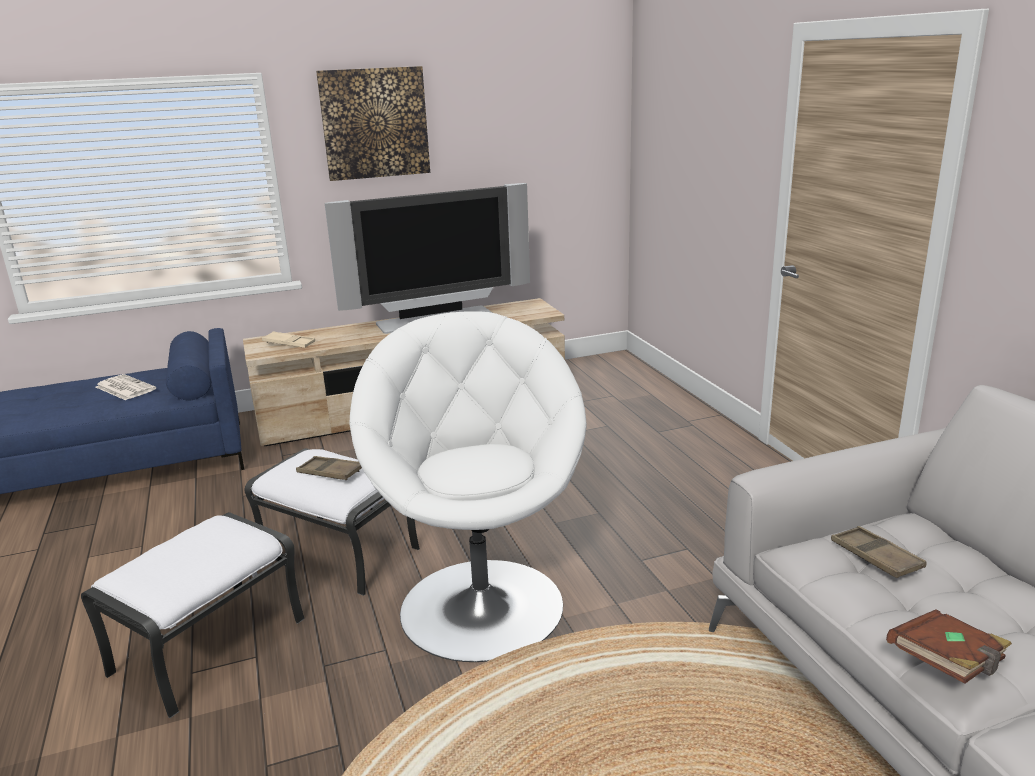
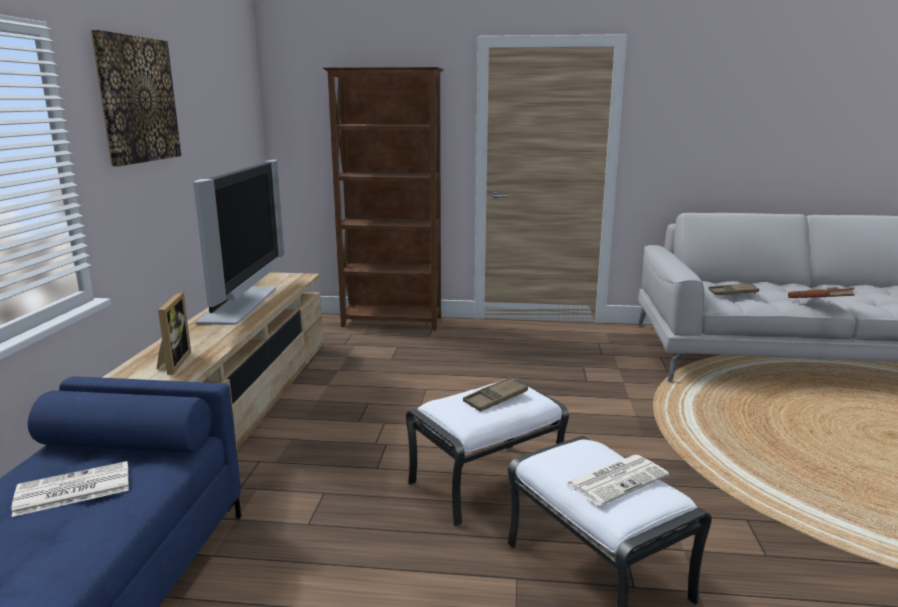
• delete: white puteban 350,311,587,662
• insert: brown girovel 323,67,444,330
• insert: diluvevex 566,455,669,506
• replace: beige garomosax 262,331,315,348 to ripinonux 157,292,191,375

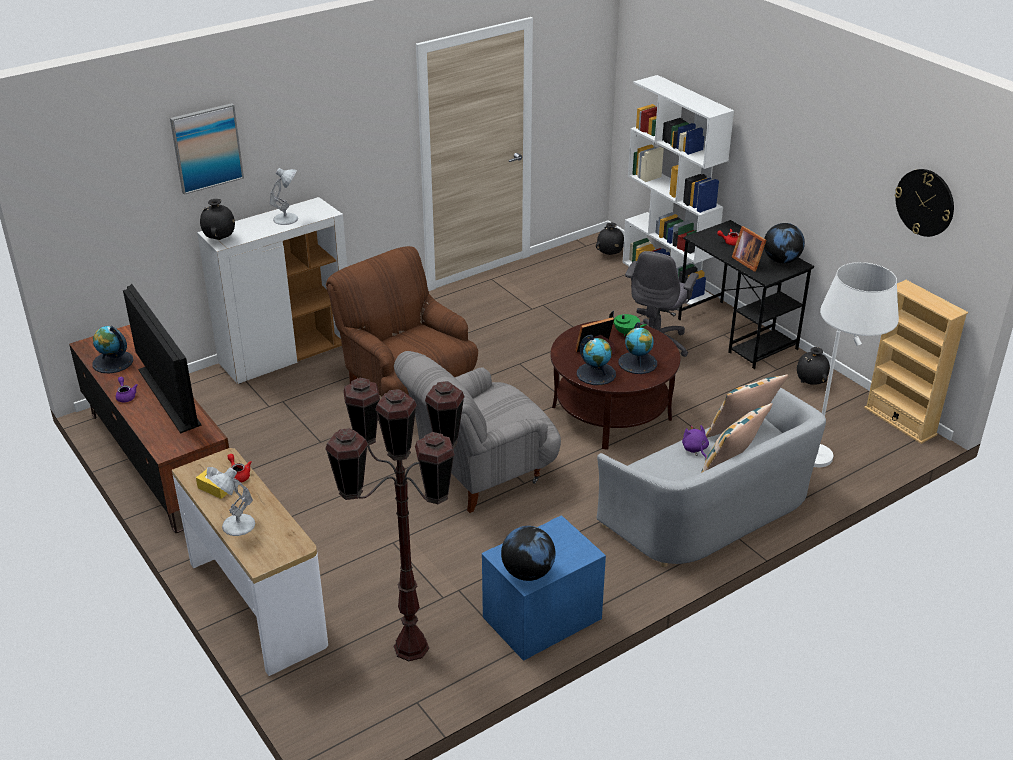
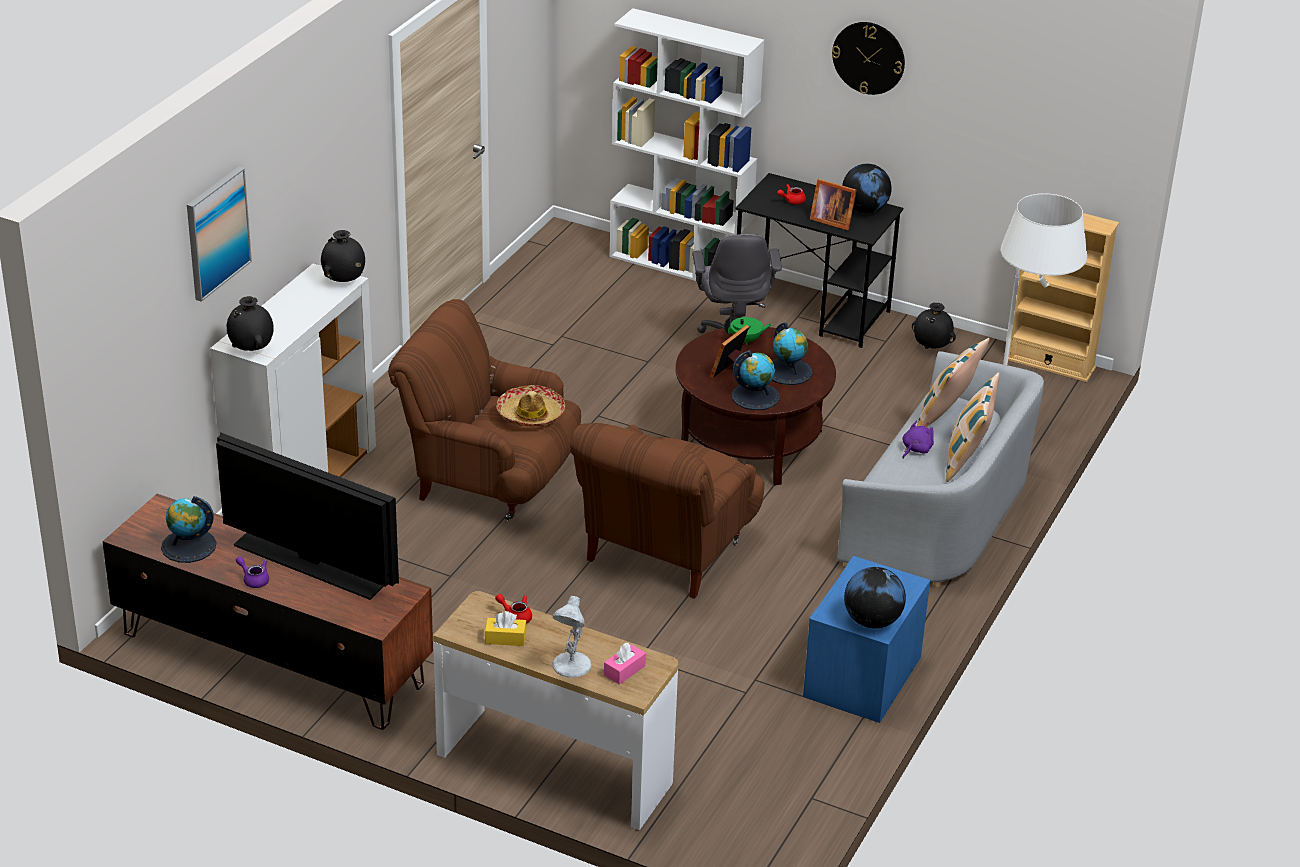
• delete: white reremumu 270,168,298,225
• delete: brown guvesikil 325,378,465,661
• insert: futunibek 497,385,565,426
• insert: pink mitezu 604,643,646,685
• move: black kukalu 596,223,624,255 to 321,230,365,282
• move: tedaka 895,169,954,237 to 832,22,905,95
• recolor: grey puteban 394,351,561,513 to brown puteban 570,423,765,599
• rotate: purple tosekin 682,425,709,458 = 902,420,934,458 90 degrees clockwise

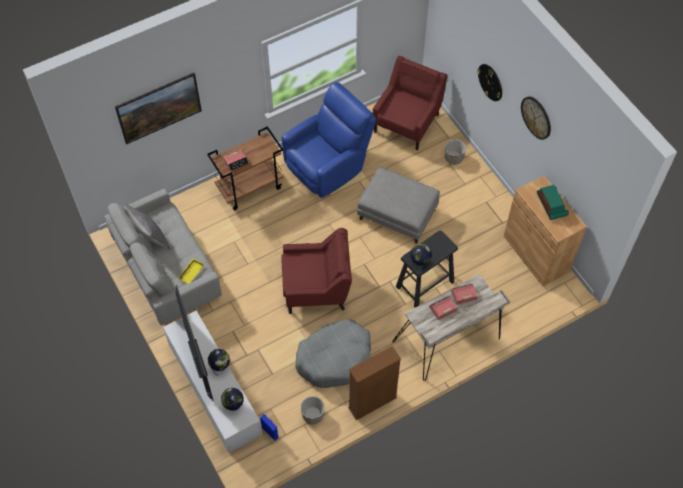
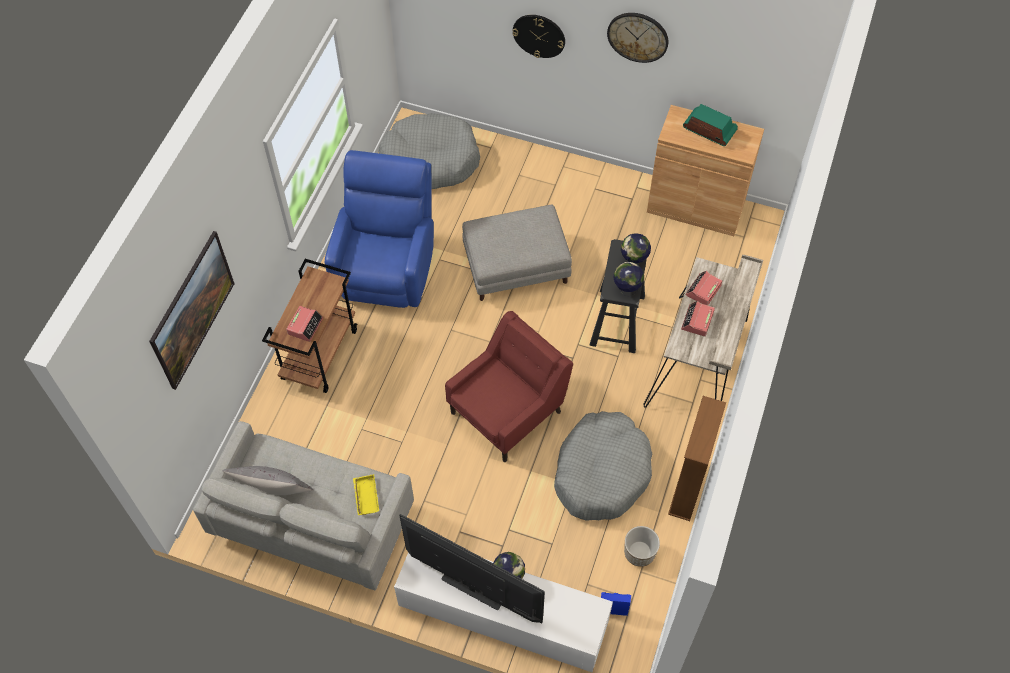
• delete: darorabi 445,139,466,165
• move: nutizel 221,388,244,411 to 621,233,651,265
• replace: red puteban 373,56,447,150 to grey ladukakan 378,113,480,189

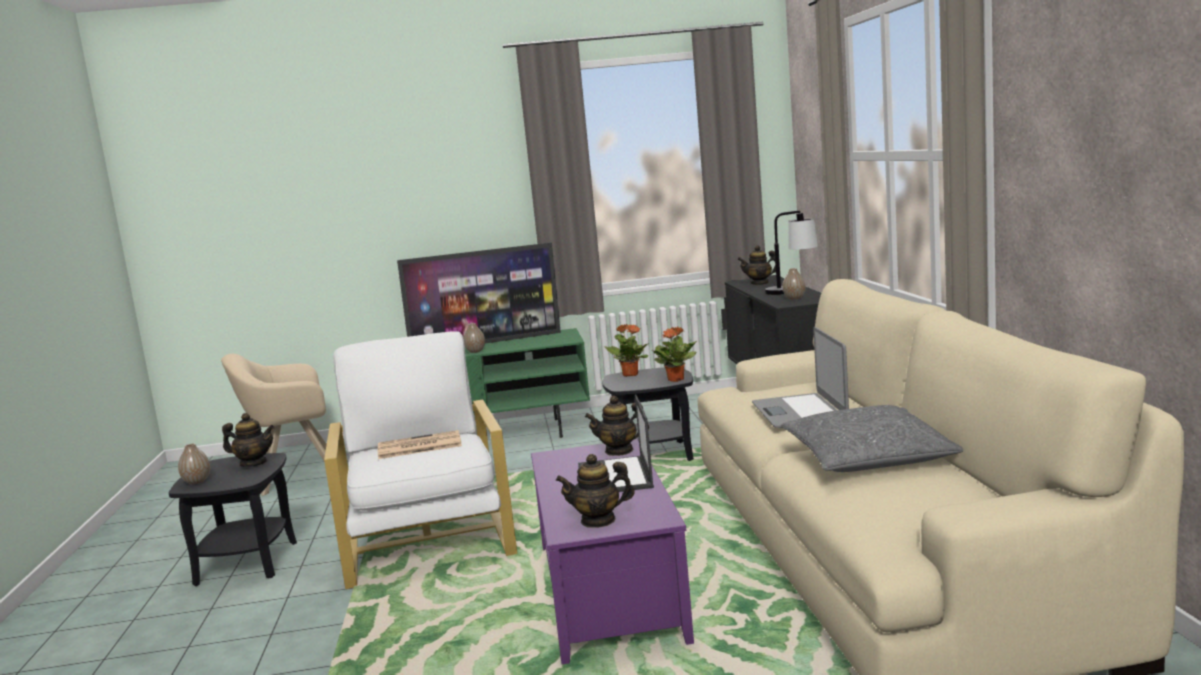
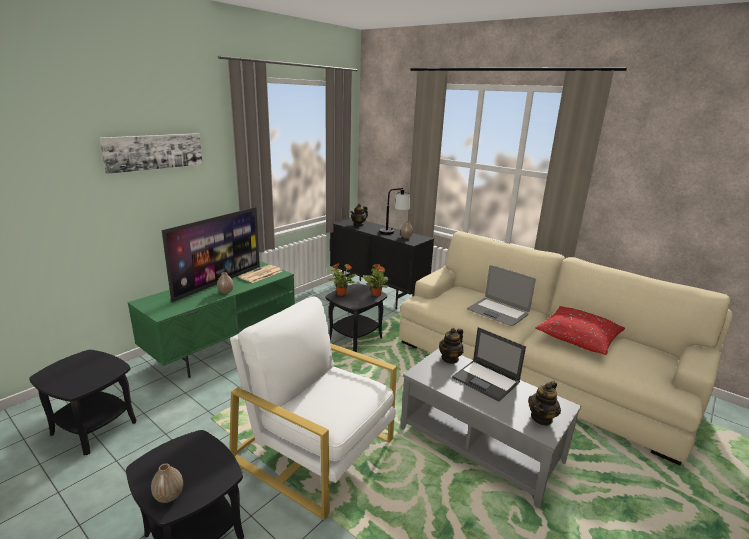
• delete: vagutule 222,413,274,467
• insert: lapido 99,133,203,174
• move: diluvevex 378,430,462,459 to 238,265,282,283
• replace: beige puteban 221,354,327,496 to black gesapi 29,350,136,455
• recolor: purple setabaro 531,439,694,664 to grey setabaro 401,348,581,509
• recolor: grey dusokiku 781,405,963,472 to red dusokiku 535,306,625,355

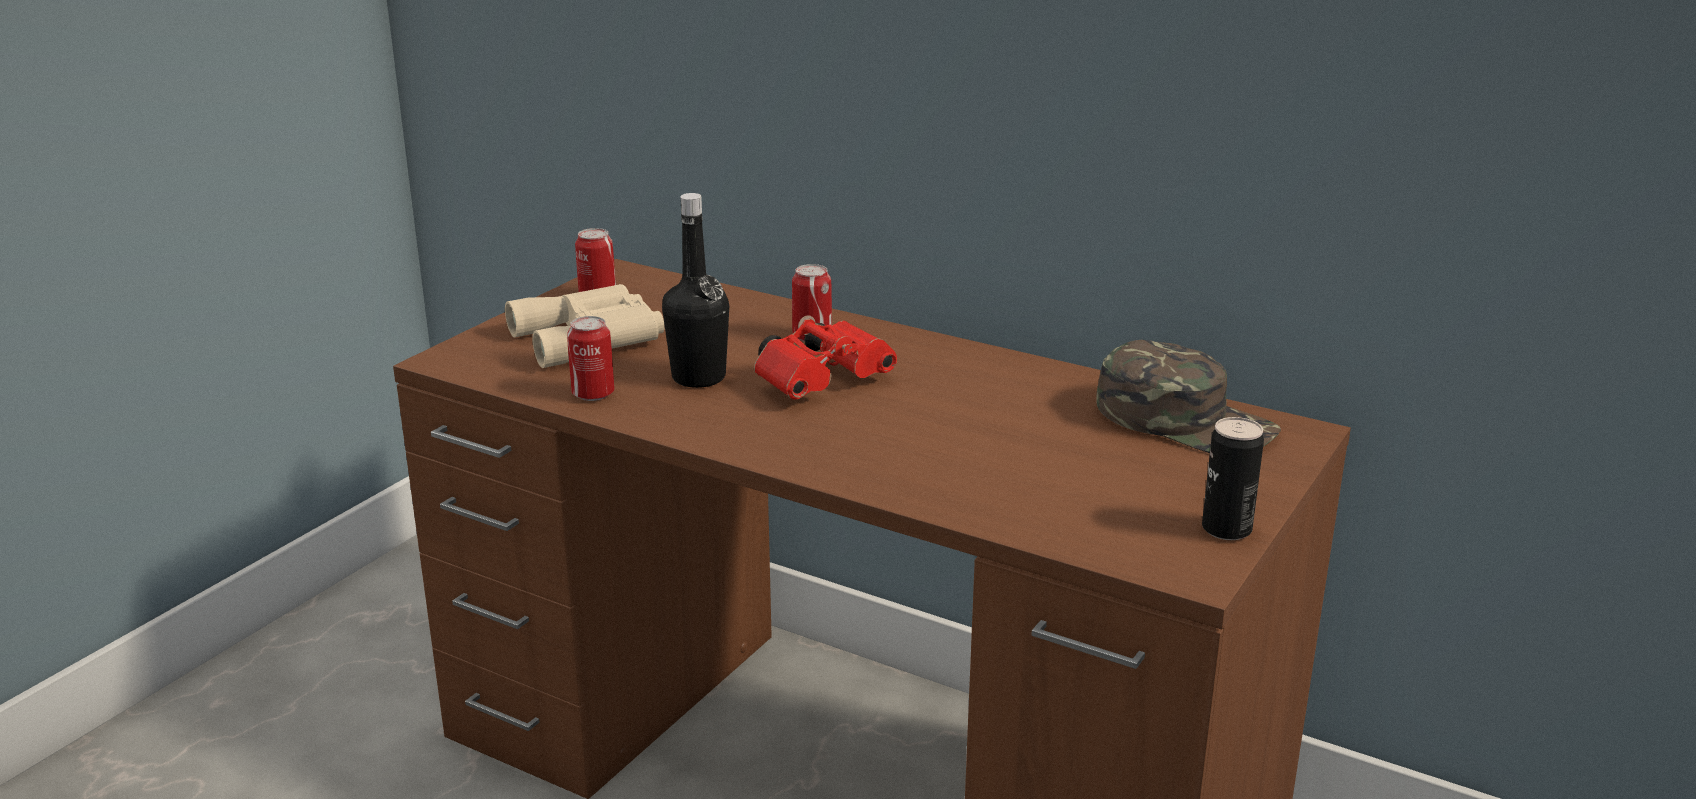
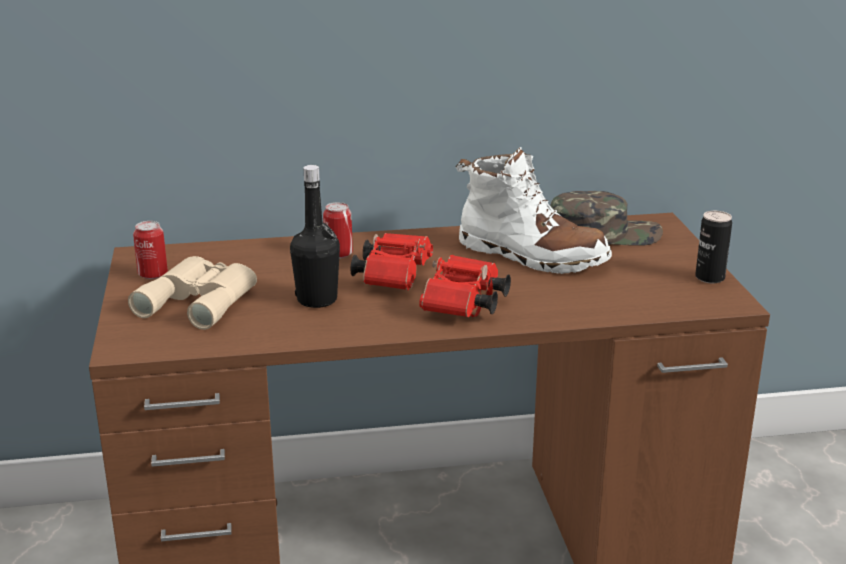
• delete: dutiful 567,316,614,401
• insert: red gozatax 419,255,511,317
• insert: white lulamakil 455,147,612,274

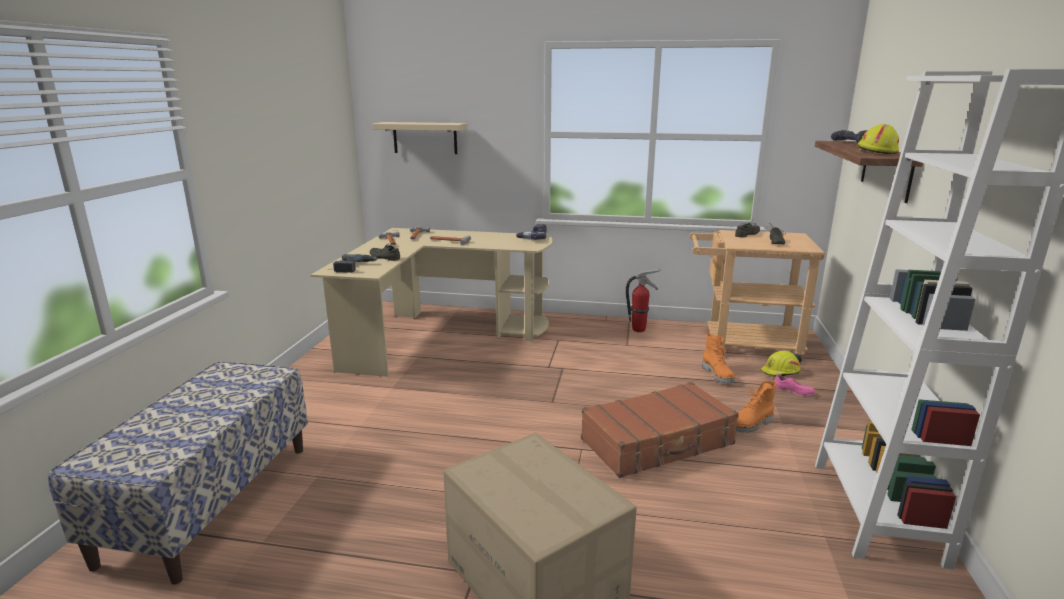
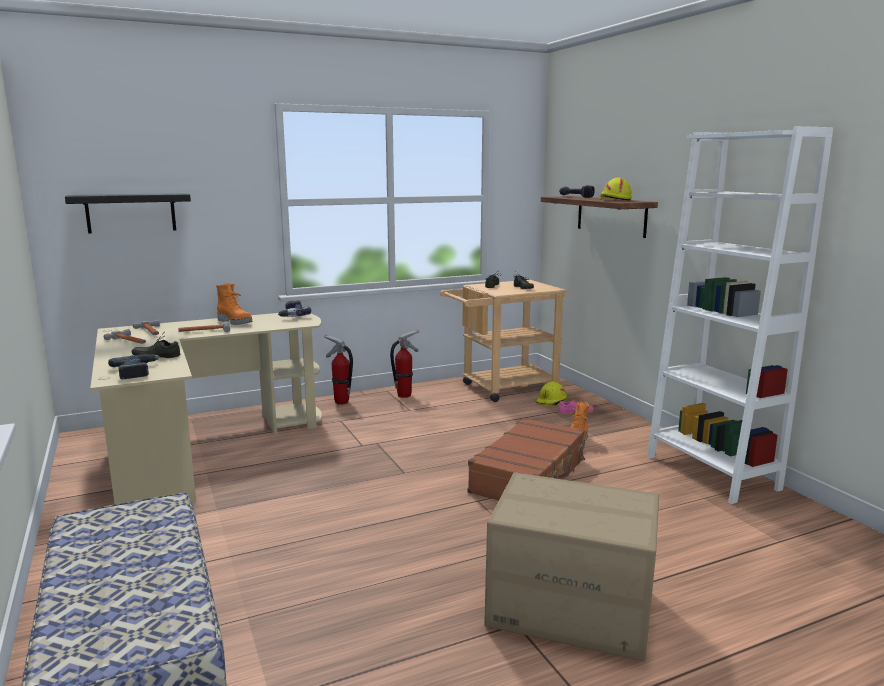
• insert: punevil 324,335,353,405
• move: orange lulamakil 702,334,735,383 to 216,283,253,325
• recolor: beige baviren 372,122,467,154 to black baviren 65,193,191,234

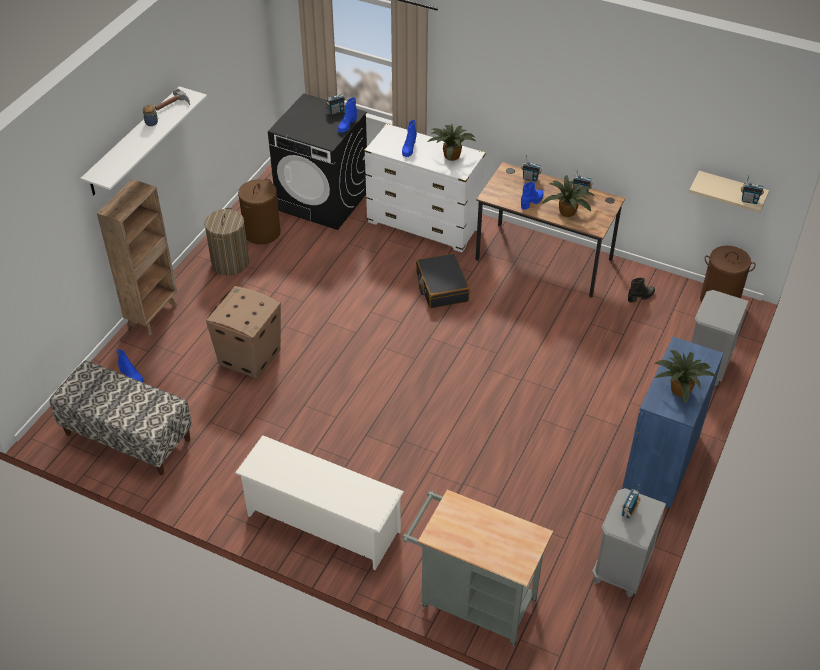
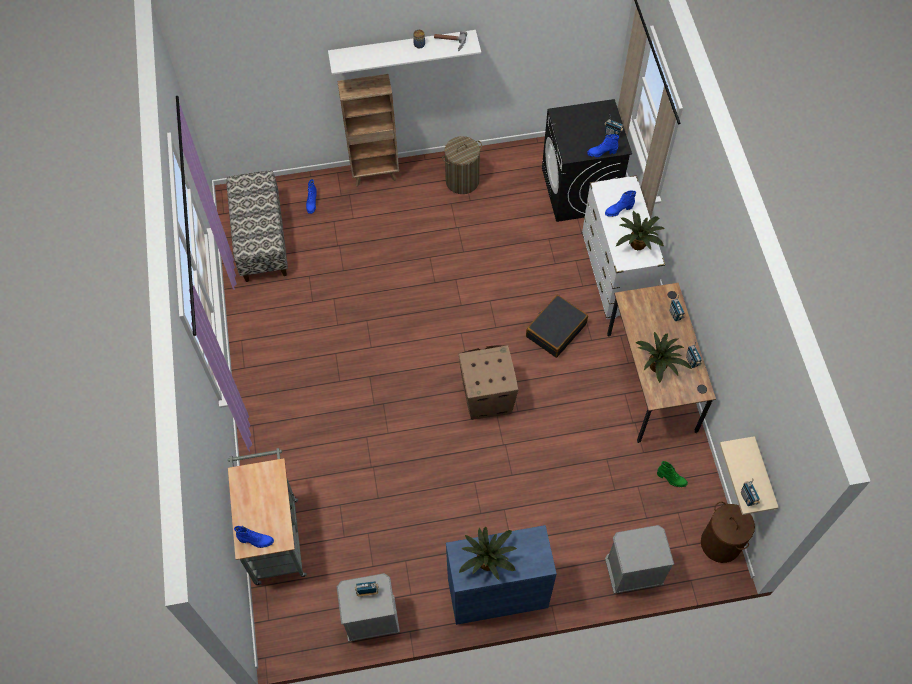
• delete: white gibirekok 235,435,404,570
• delete: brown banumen 238,179,281,245
• move: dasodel 206,286,281,379 to 459,345,518,420
• move: blue lulamakil 521,182,544,210 to 234,526,274,548
• recolor: black lulamakil 628,278,655,303 to green lulamakil 657,461,688,487

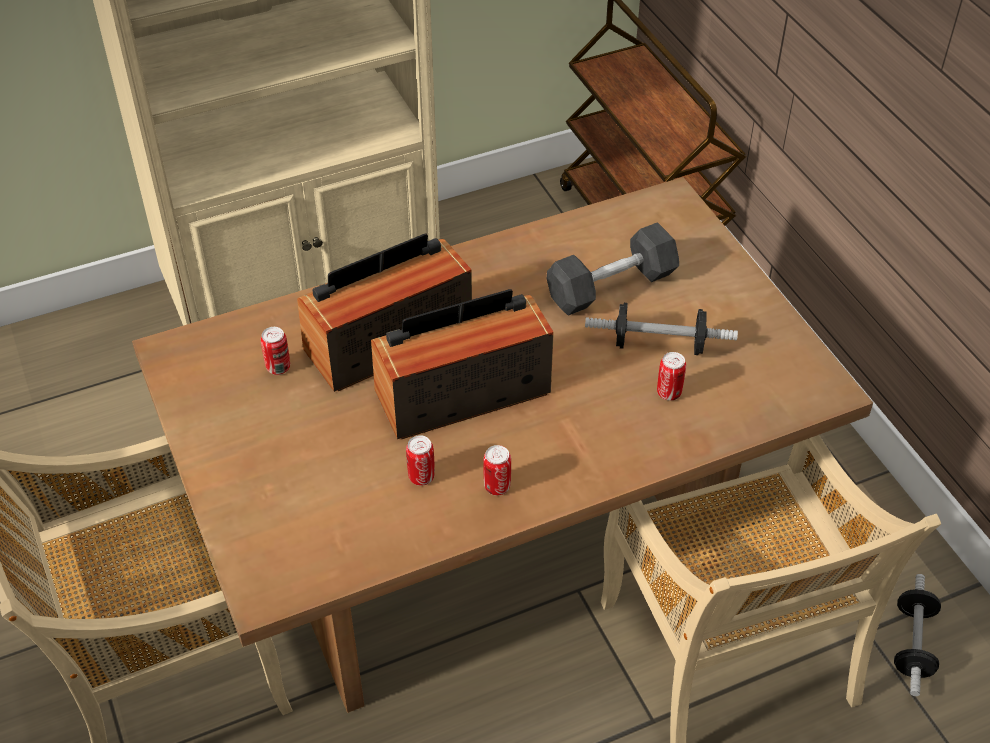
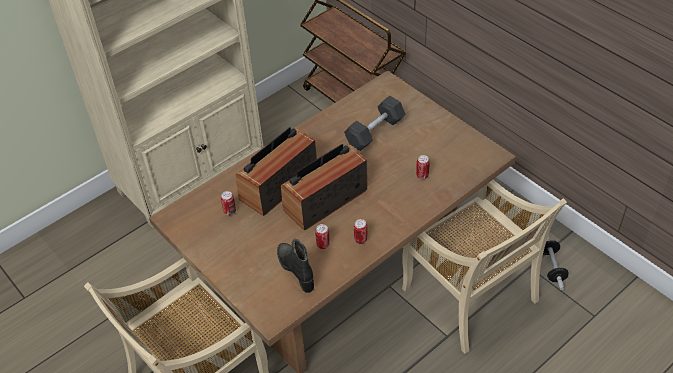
• delete: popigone 585,303,738,355
• insert: black lulamakil 277,239,314,293

